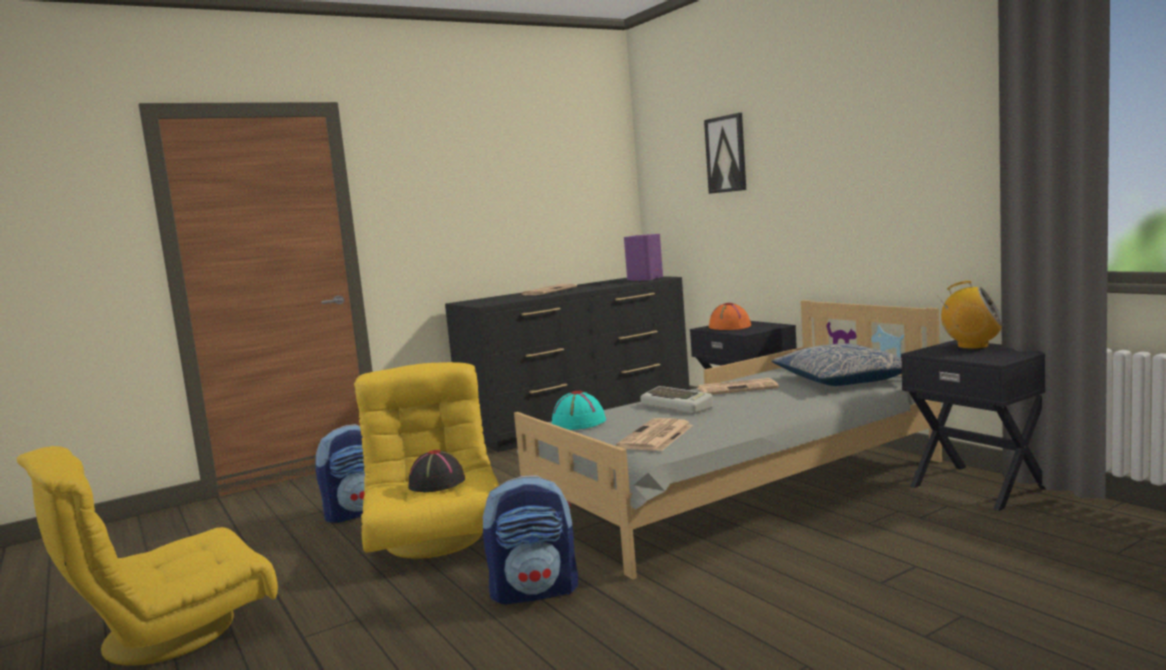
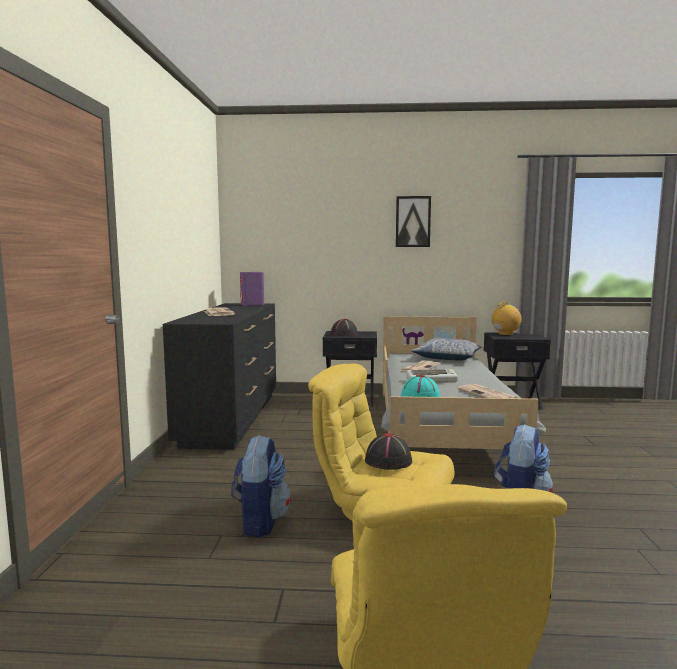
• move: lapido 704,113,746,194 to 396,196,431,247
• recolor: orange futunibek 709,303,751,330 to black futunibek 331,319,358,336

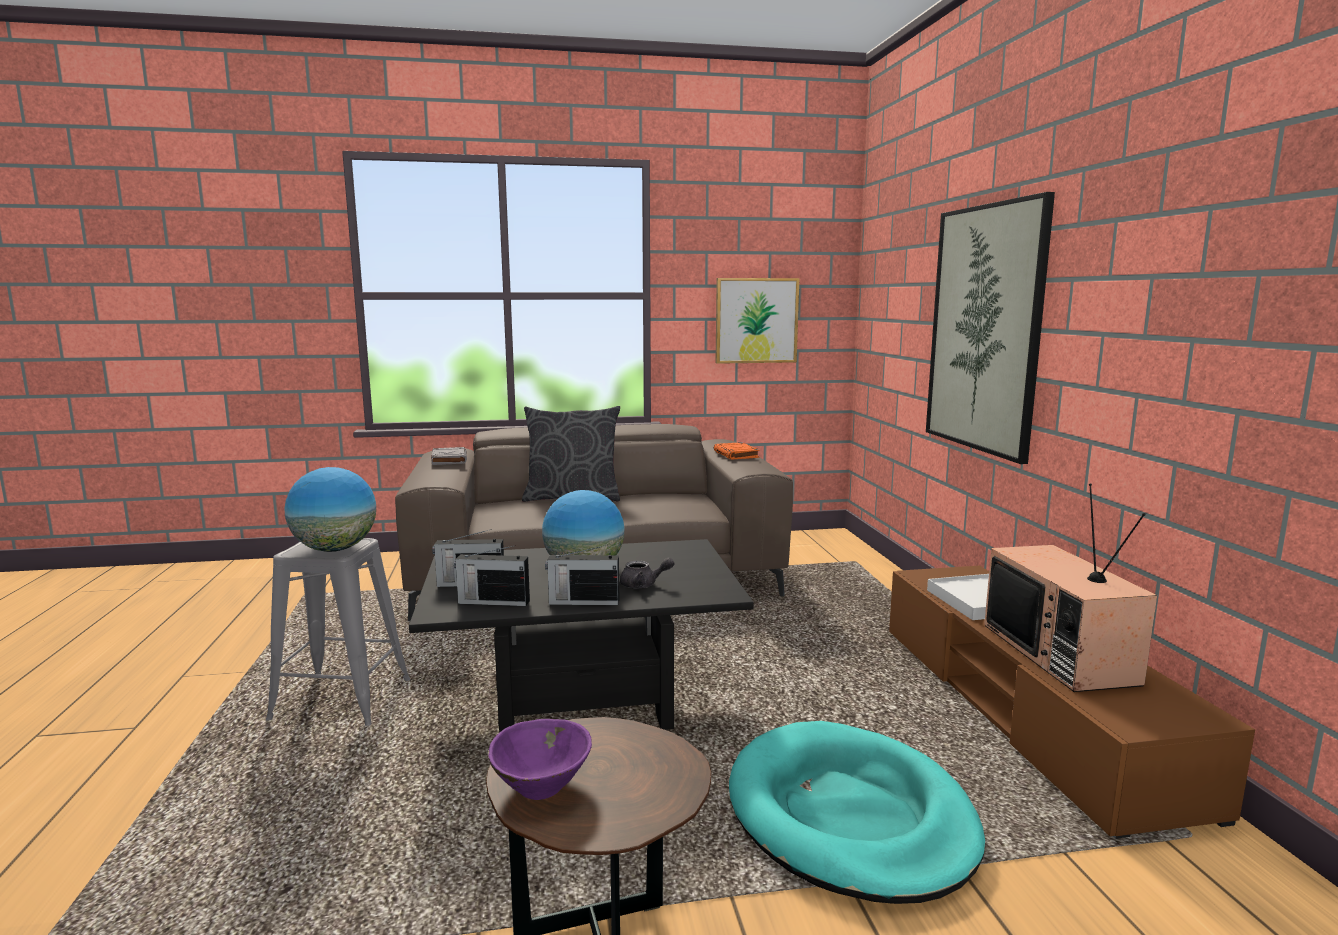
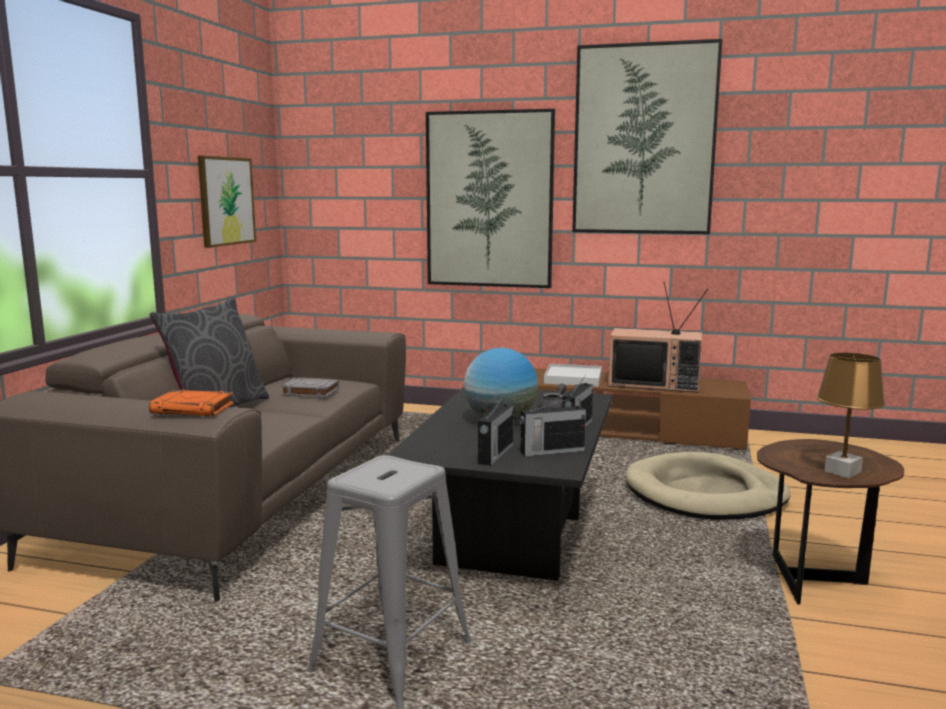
• delete: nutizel 284,467,376,552
• insert: lapido 572,39,722,234
• move: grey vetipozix 431,447,467,465 to 281,378,339,397
• move: orange vetipozix 714,442,759,460 to 149,390,234,416
• replace: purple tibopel 488,719,592,800 to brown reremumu 817,353,885,478
• recolor: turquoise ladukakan 729,721,985,904 to beige ladukakan 626,452,791,520
• rotate: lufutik 454,545,530,606 = 519,397,586,456 45 degrees clockwise

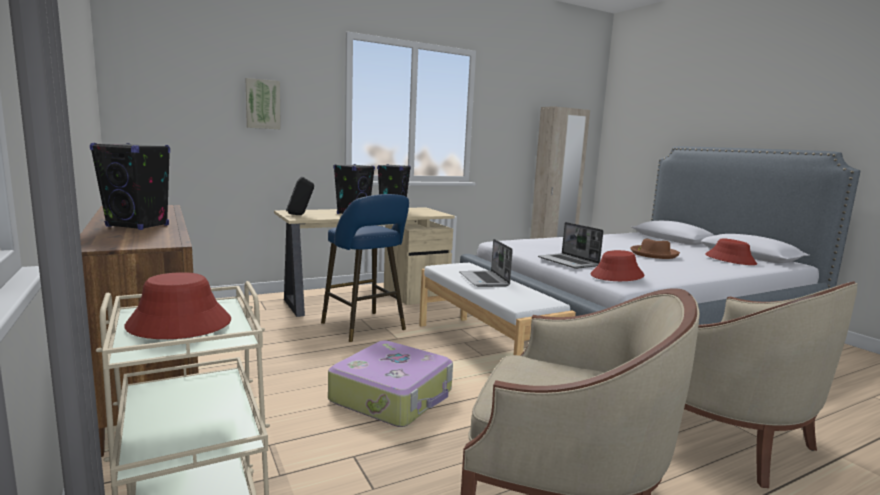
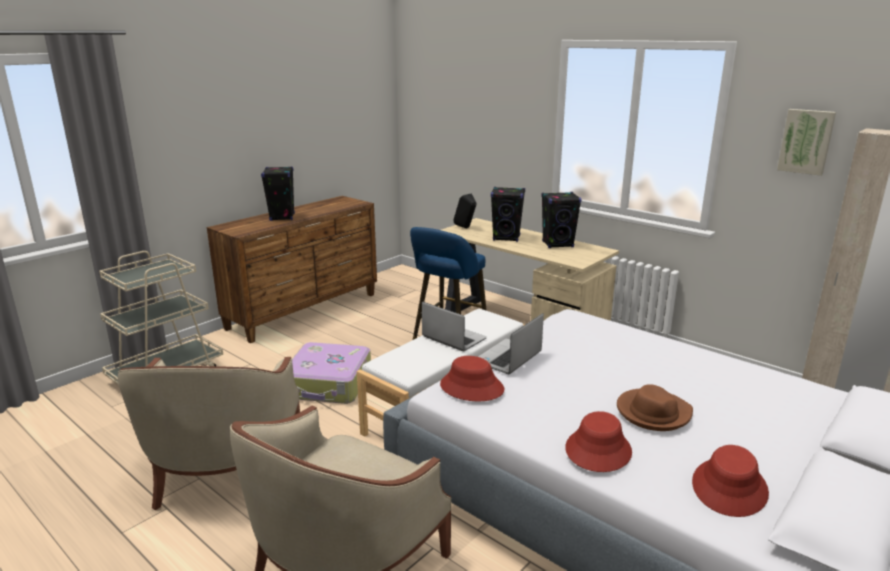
• move: red futunibek 124,272,231,339 to 565,411,632,472
• move: lapido 245,78,281,129 to 777,109,836,176
• rotate: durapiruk 459,239,513,287 = 422,302,487,351 75 degrees clockwise

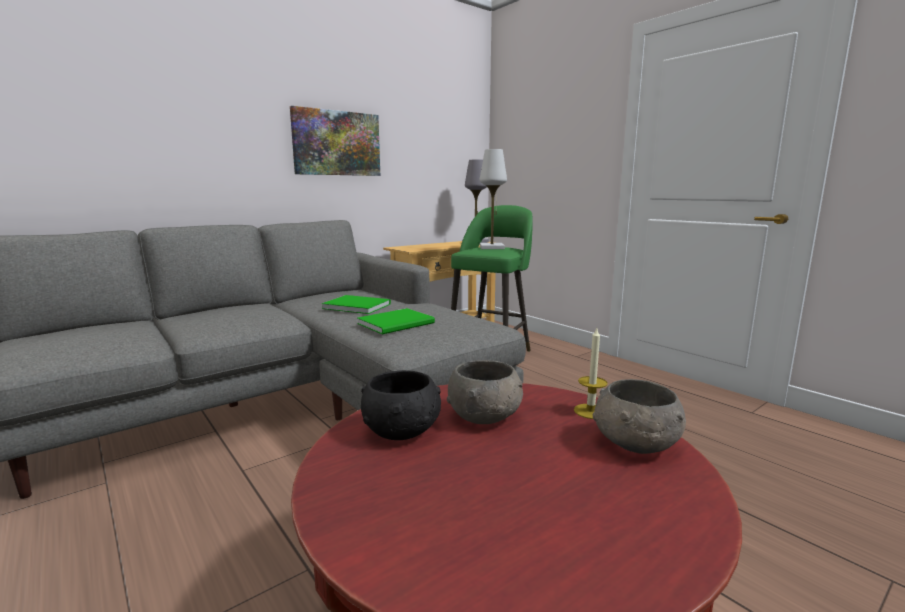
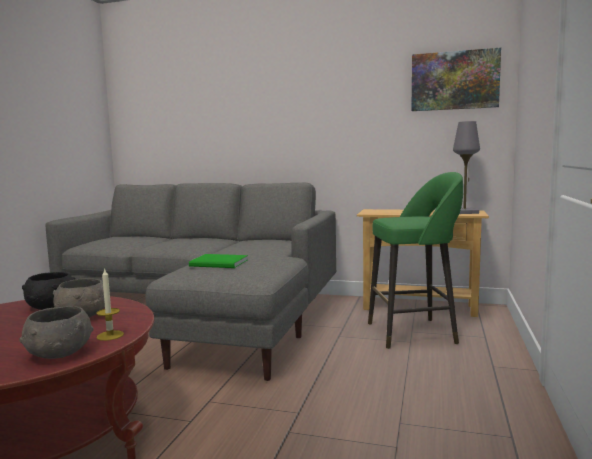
• delete: green vetipozix 322,295,391,314
• delete: white reremumu 480,149,507,249
• move: lapido 290,106,380,176 to 411,48,501,111

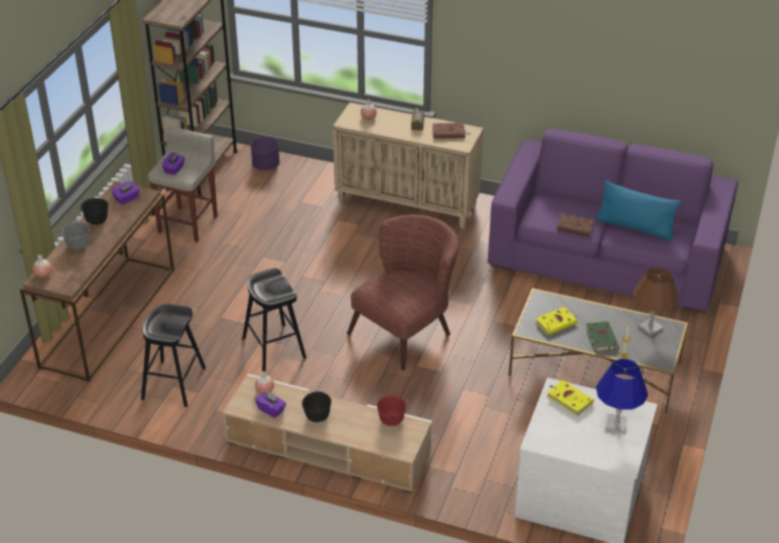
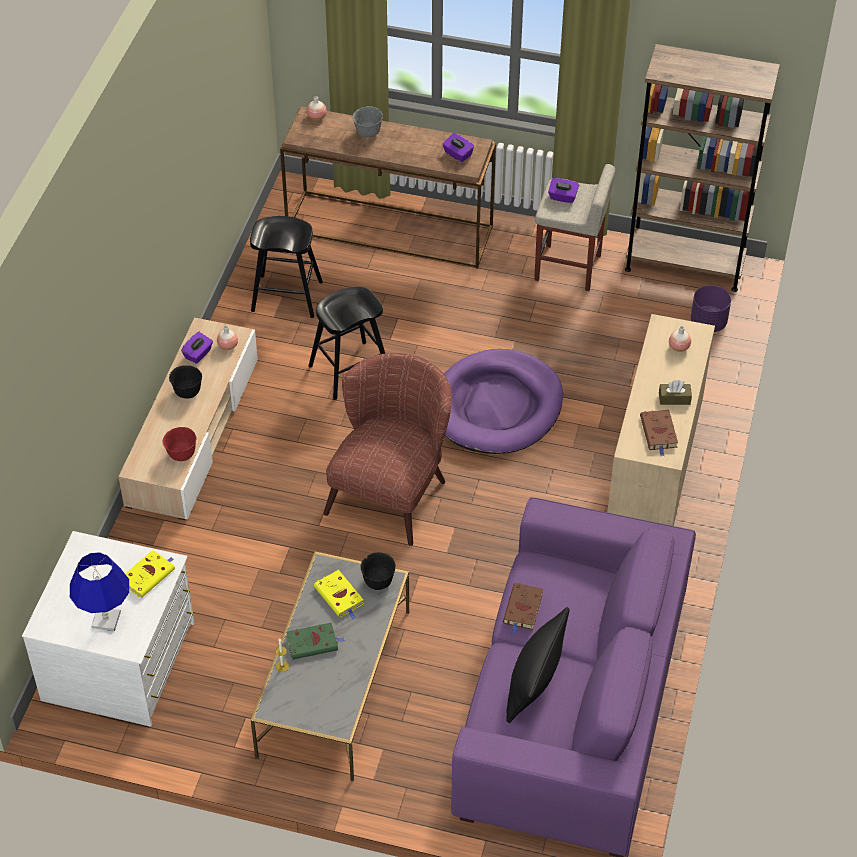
• delete: brown reremumu 633,267,678,336
• insert: purple ladukakan 444,349,563,454
• move: black tibopel 80,198,108,225 to 360,552,396,590
• recolor: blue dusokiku 596,181,681,241 to black dusokiku 506,607,570,723
• rotate: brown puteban 347,214,459,370 = 323,353,452,546 105 degrees counterclockwise

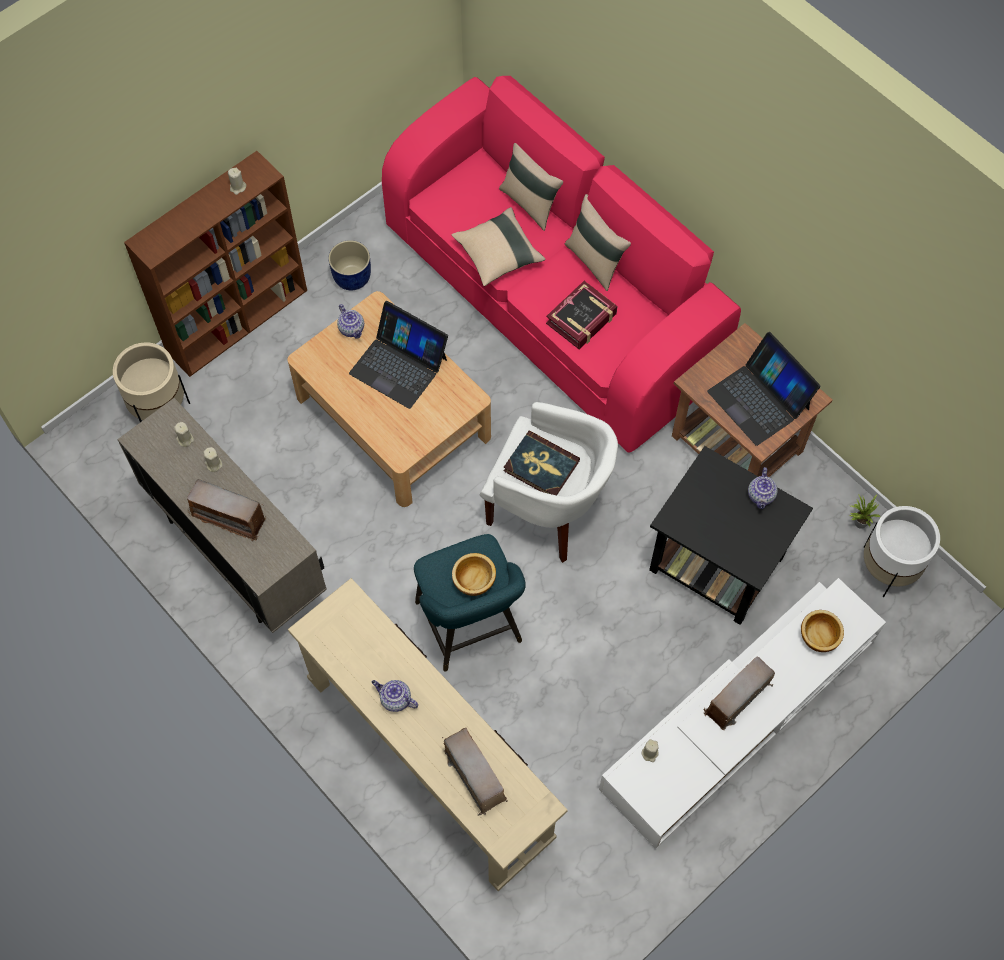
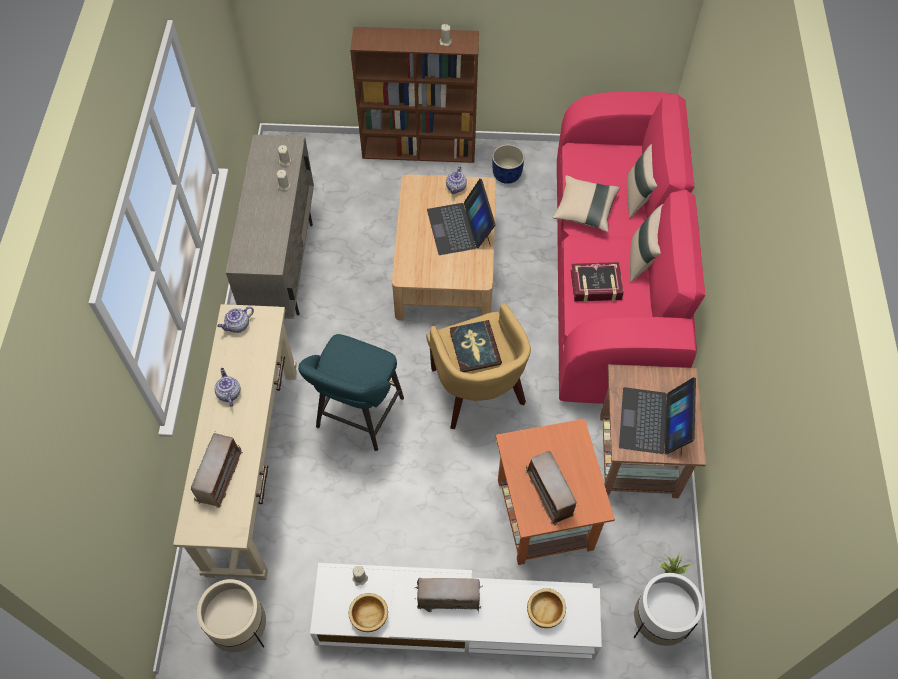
• move: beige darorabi 113,342,190,422 to 197,579,266,652
• move: lufutik 187,479,266,542 to 526,451,578,526
• move: tibopel 452,553,496,596 to 349,593,388,632
• move: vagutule 748,467,778,509 to 217,306,254,333
• recolor: white puteban 480,402,618,563 to yellow puteban 426,304,531,429
• recolor: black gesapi 649,446,813,625 to orange gesapi 496,419,615,565

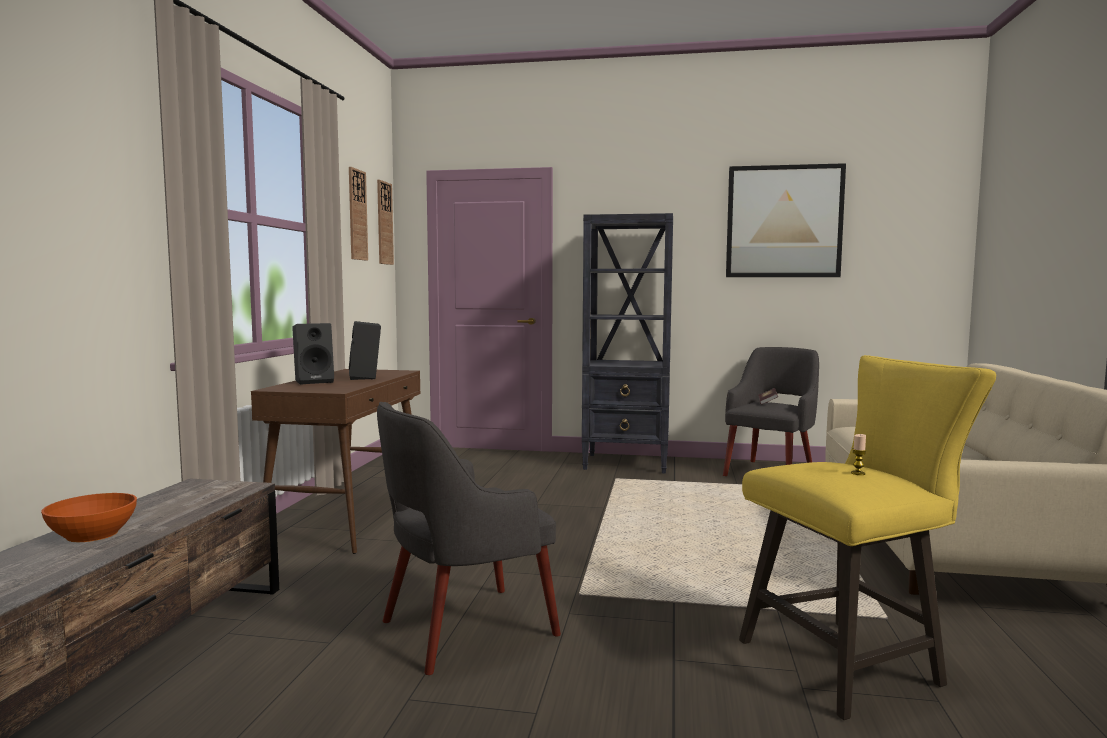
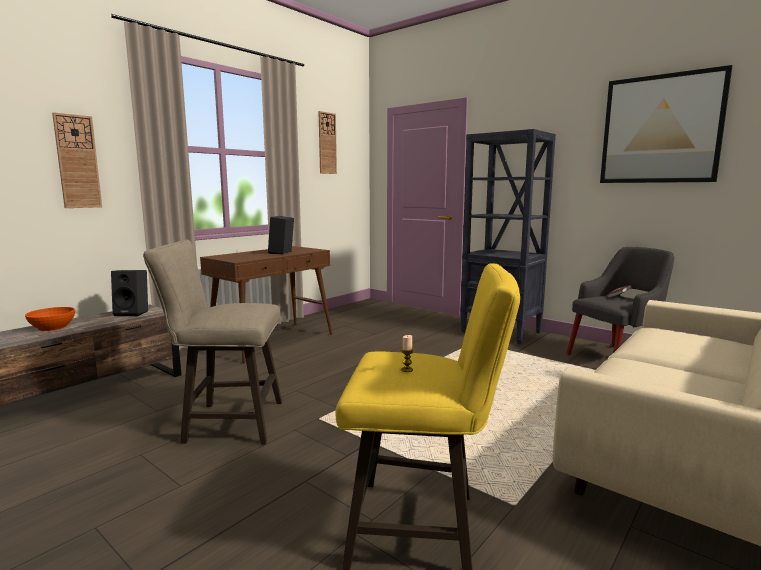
• move: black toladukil 292,323,334,385 to 111,270,148,316
• move: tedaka 377,180,394,265 to 52,112,102,208
• replace: grey puteban 377,402,561,675 to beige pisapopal 143,240,282,445

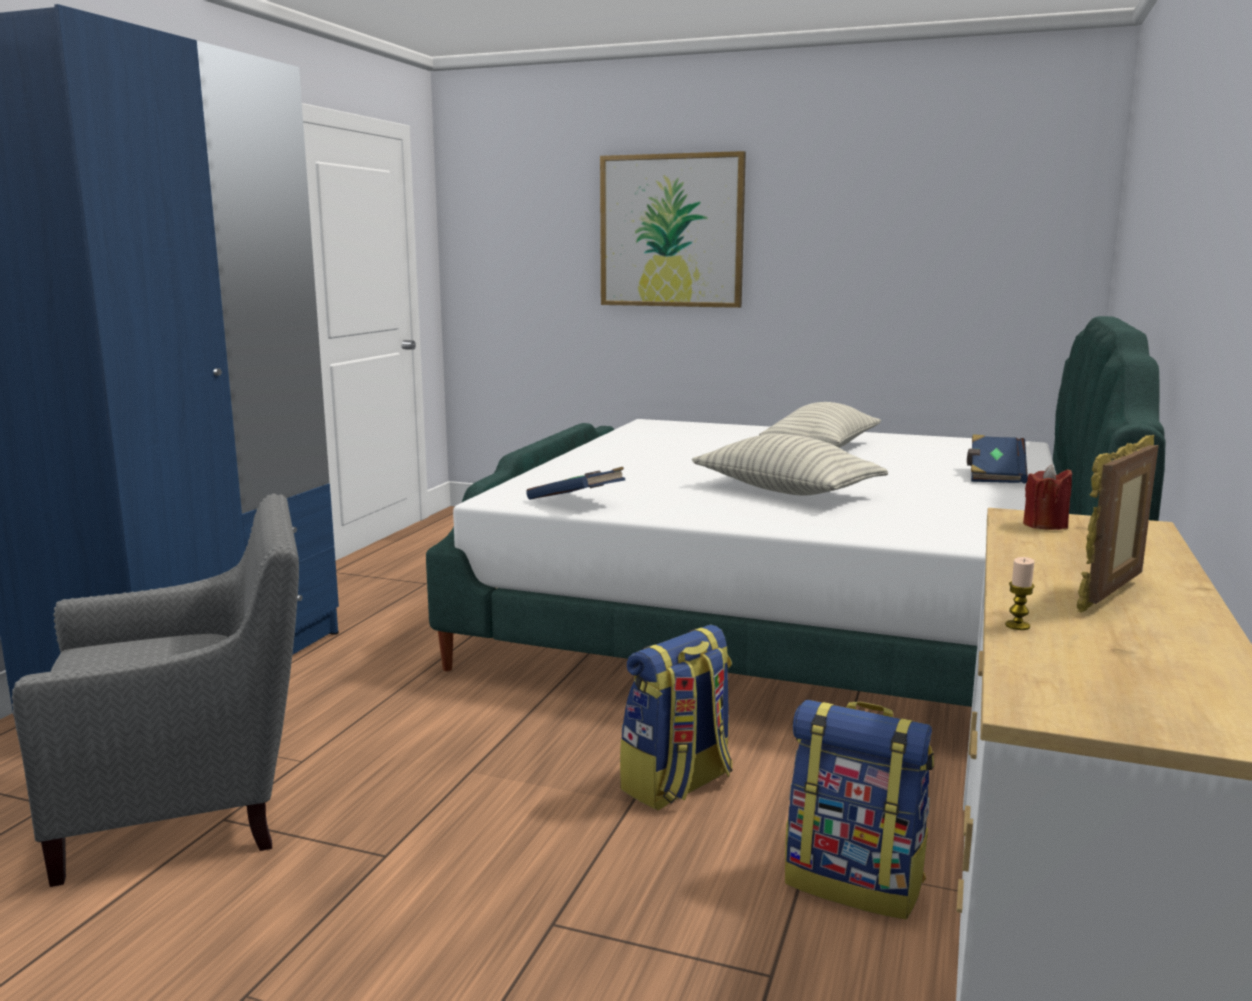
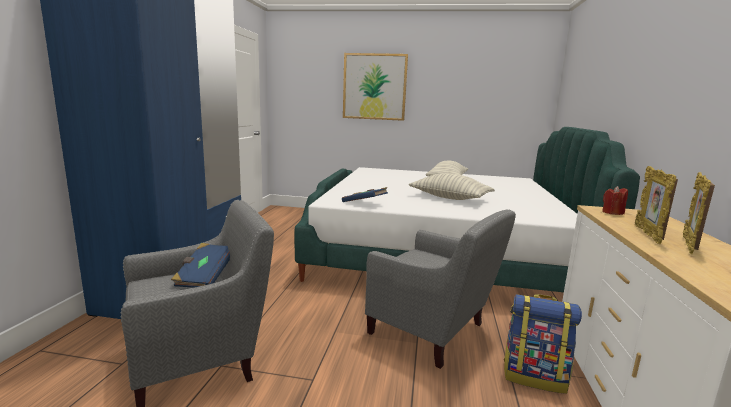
• delete: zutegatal 1005,557,1035,630
• insert: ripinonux 635,166,678,244
• move: blue vetipozix 967,434,1028,483 to 171,243,230,288
• replace: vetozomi 620,624,732,810 to grey puteban 365,209,516,369

